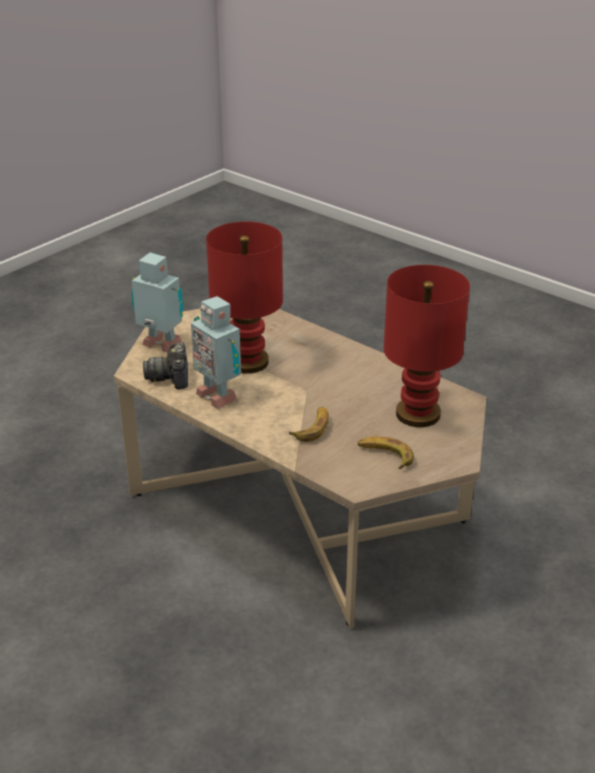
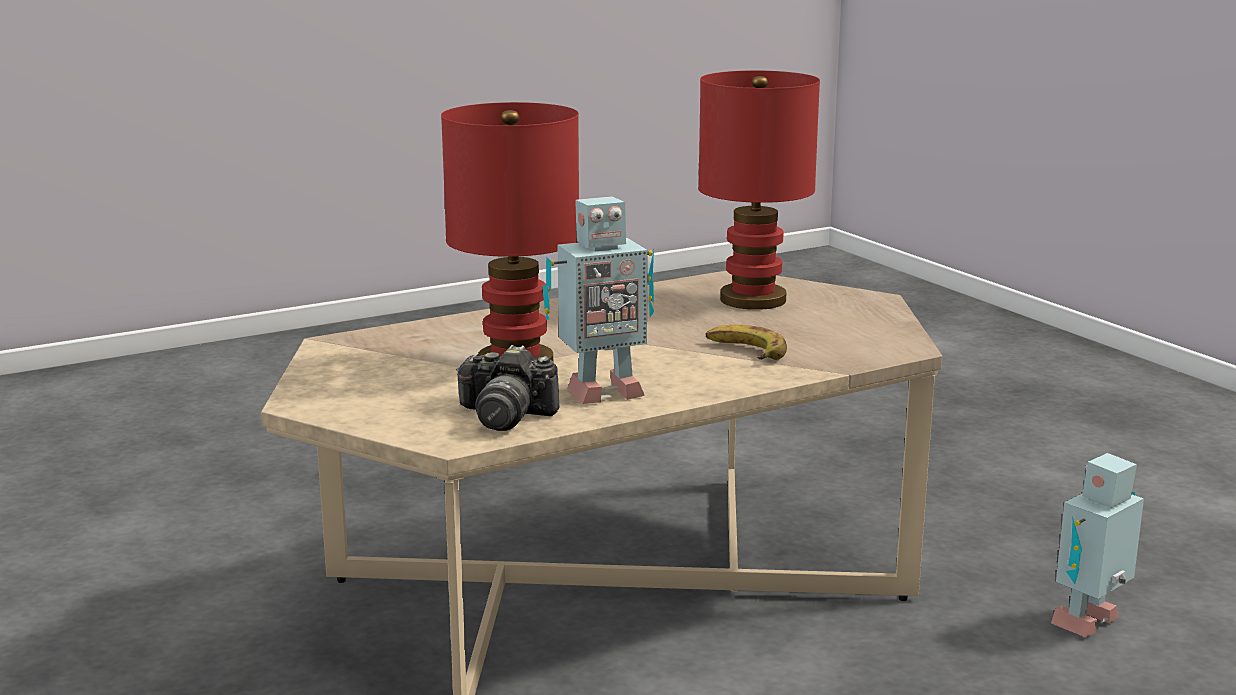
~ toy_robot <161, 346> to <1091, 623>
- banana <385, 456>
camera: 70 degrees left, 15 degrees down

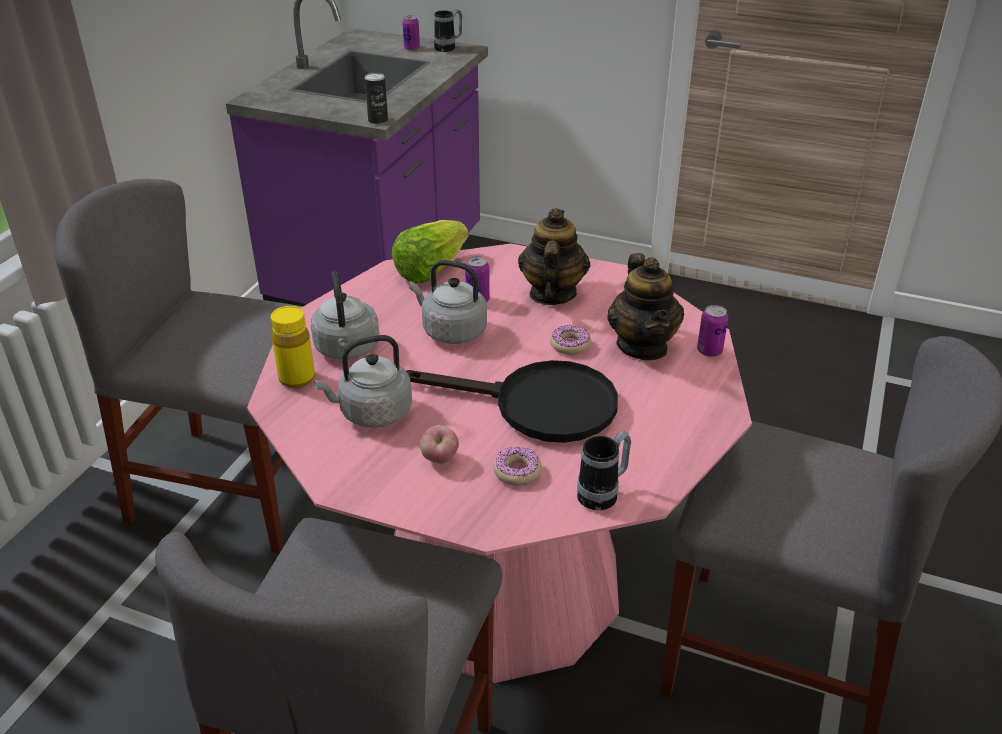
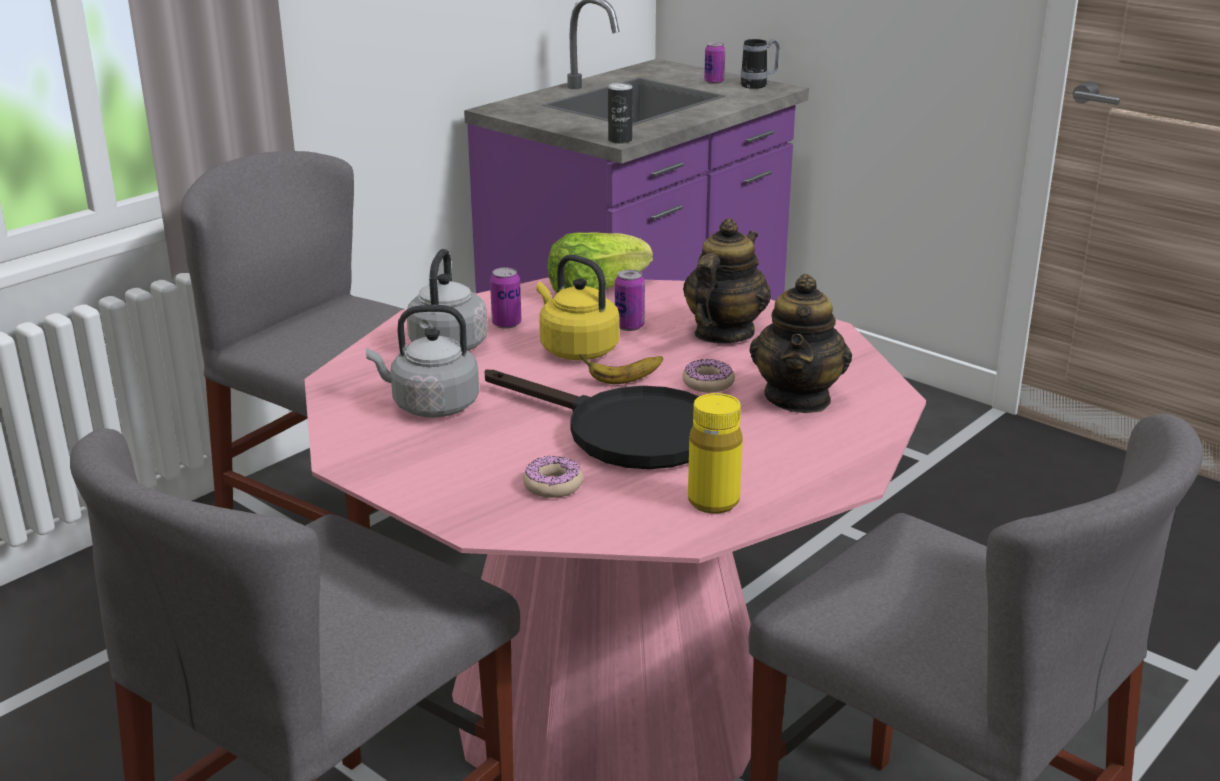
~ grey_kettle <451, 331> to yellow_kettle <576, 349>
~ can <709, 351> to <506, 324>
~ yellow_bottle <297, 378> to <713, 502>
- apple <439, 459>
- mug <603, 494>
+ banana <623, 381>
camera: 20 degrees right, 10 degrees down

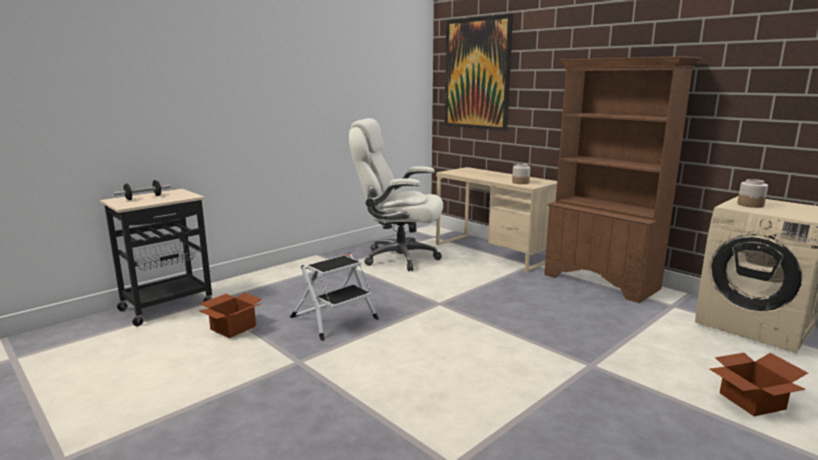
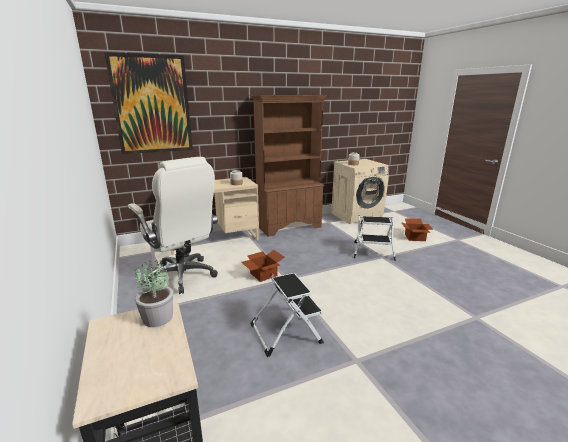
~ white_office_chair <399, 258> = <182, 276> 75 degrees counterclockwise
- dumbbell <143, 198>
~ cardboard_box <233, 327> to <262, 274>
+ step_ladder <372, 251>
+ potted_plant <158, 317>
camera: 70 degrees left, 5 degrees up

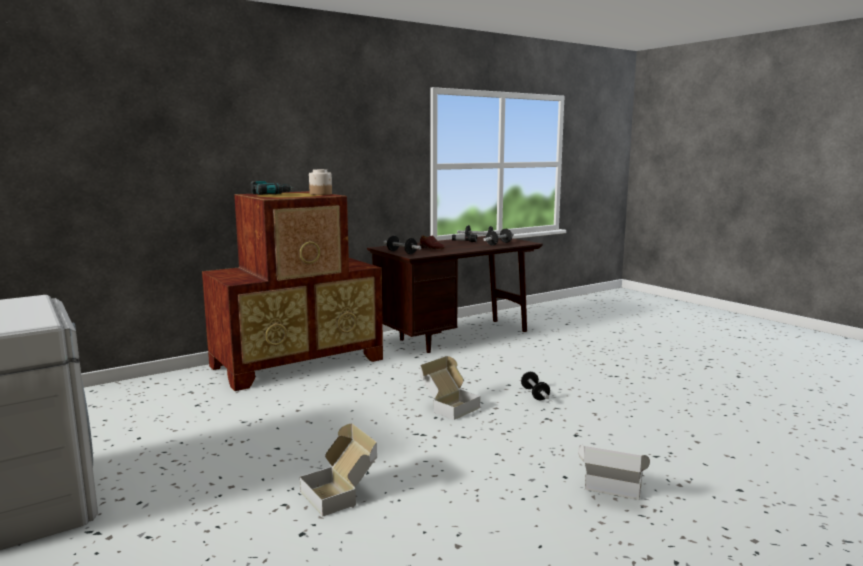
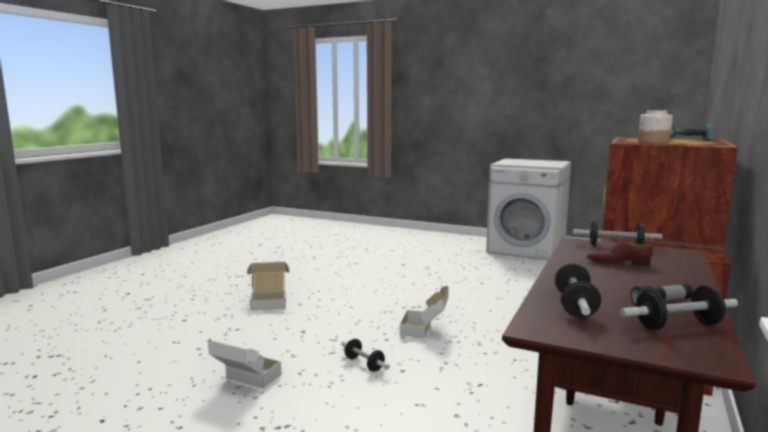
~ cardboard_box <341, 494> to <245, 382>
camera: 150 degrees right, 0 degrees up

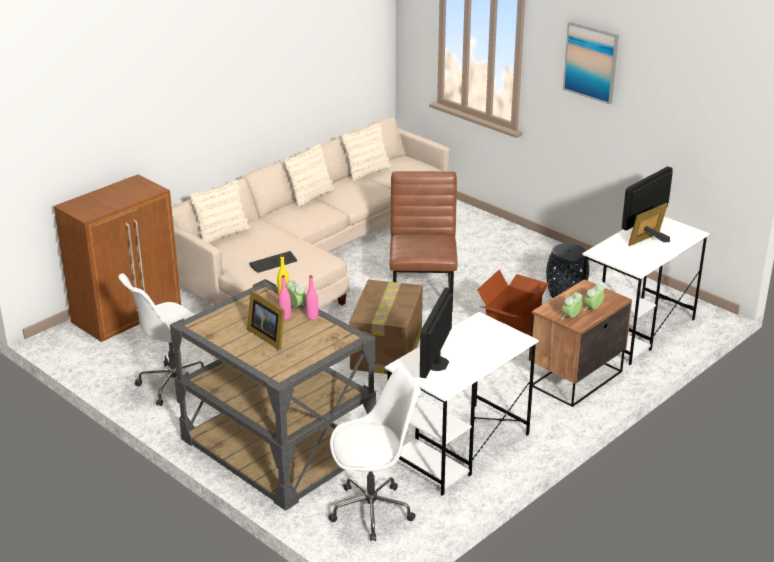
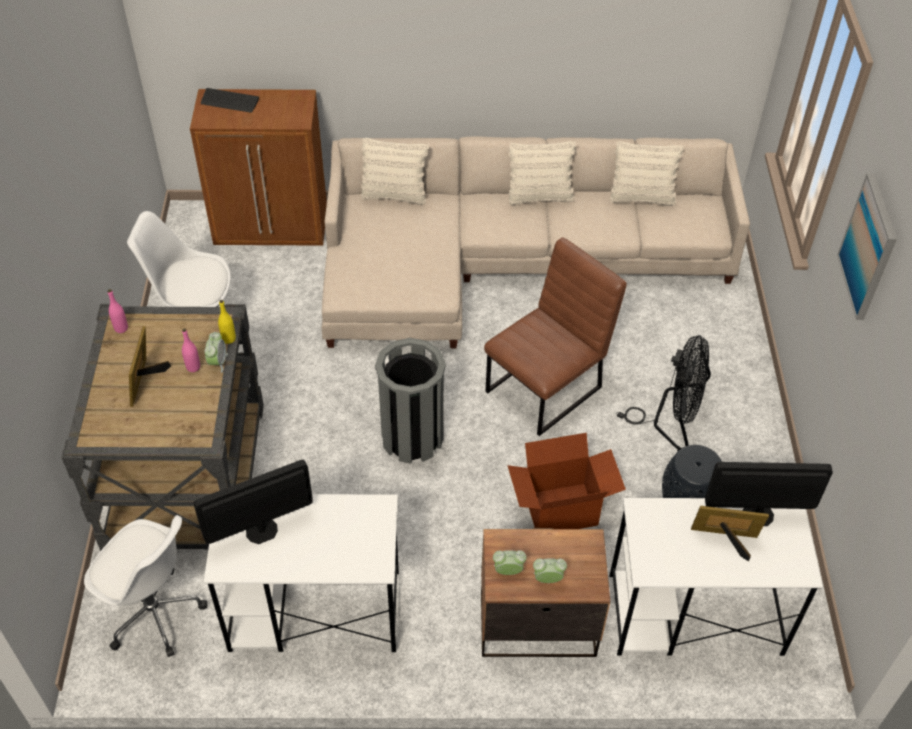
~ keyboard <273, 263> to <229, 101>
~ pink_bottle <312, 317> to <121, 328>
~ cardboard_box <386, 351> to grey_trash_can <412, 438>
+ black_fan <671, 414>
camera: 45 degrees right, 20 degrees up

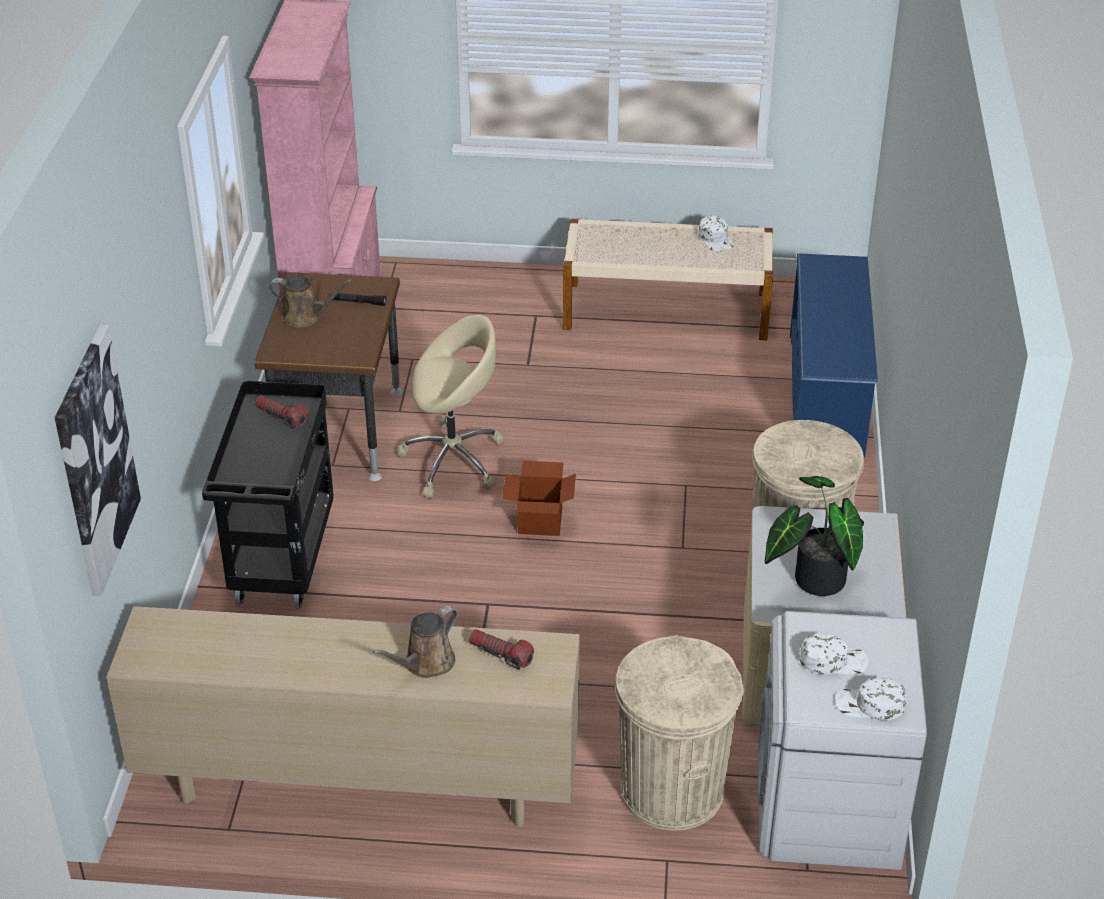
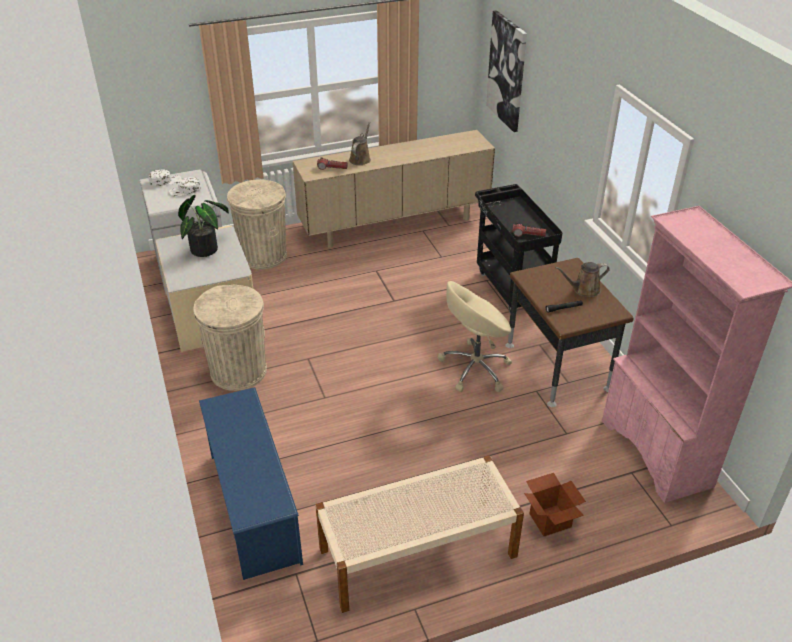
- white_cap <716, 239>
~ cardboard_box <540, 521> to <550, 520>
camera: 155 degrees right, 0 degrees up

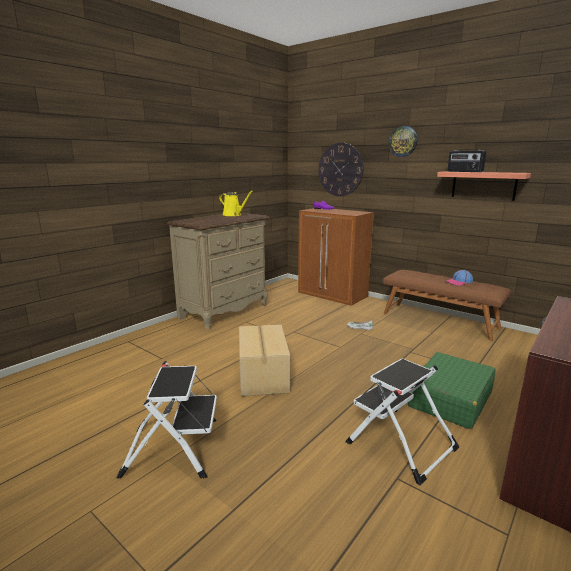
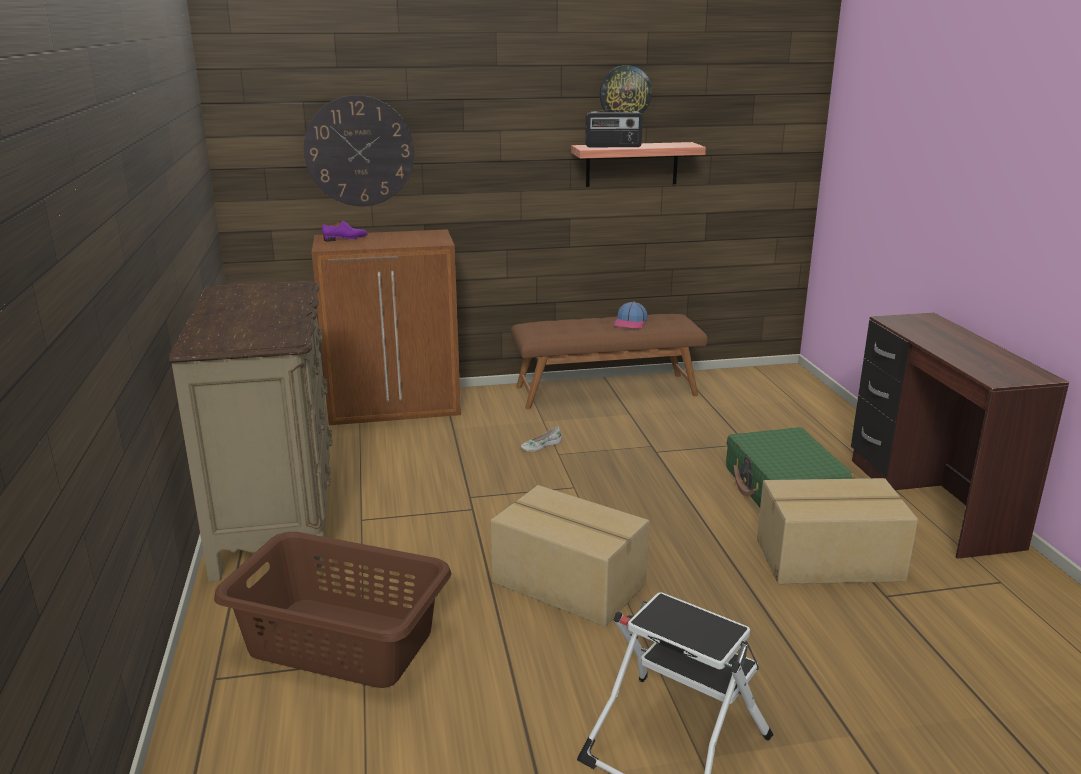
~ wall_clock <403, 141> to <625, 93>
- yellow_watering_can <233, 215>
~ step_ladder <400, 442> to cardboard_box <830, 561>
+ brown_laundry_basket <341, 641>
camera: 50 degrees left, 5 degrees up

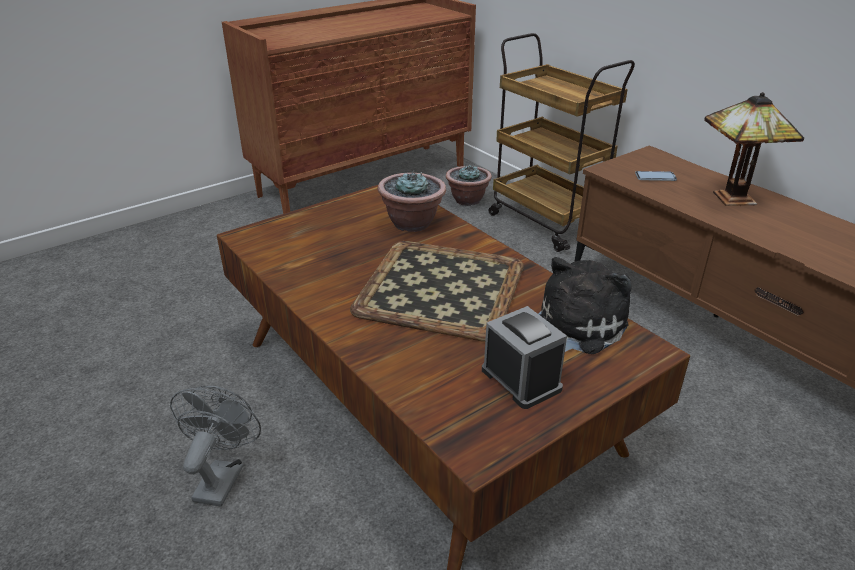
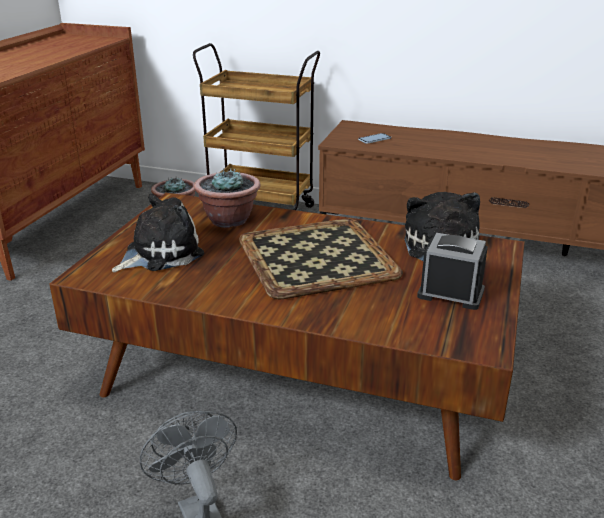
- table_lamp <732, 199>
+ plush_toy <160, 253>
camera: 35 degrees left, 5 degrees down

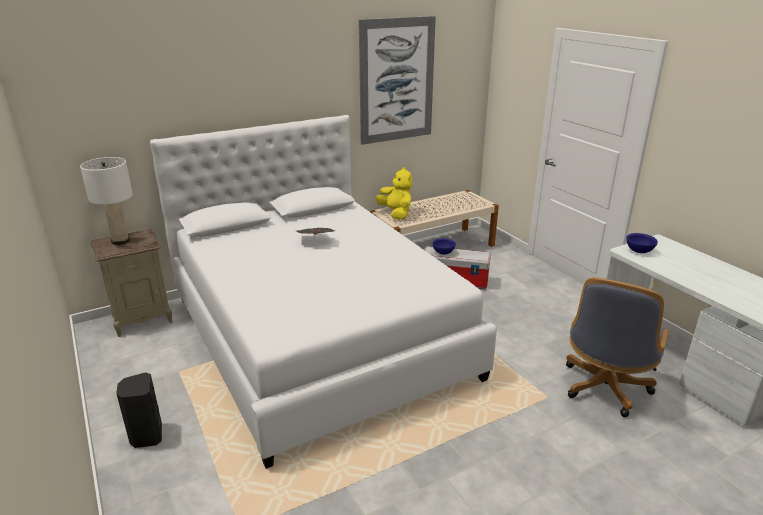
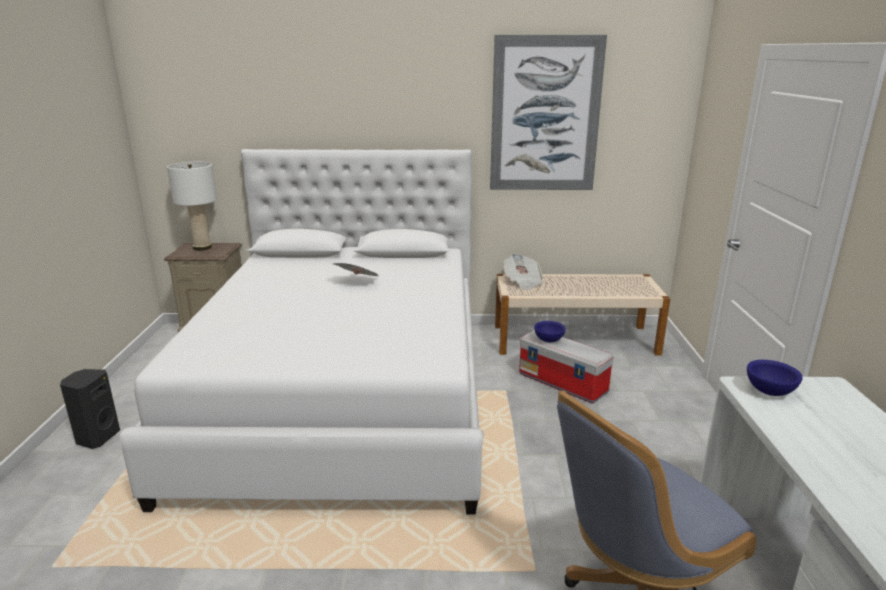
~ yellow_plush_toy <396, 213> to newspaper <522, 282>
camera: 30 degrees right, 5 degrees down

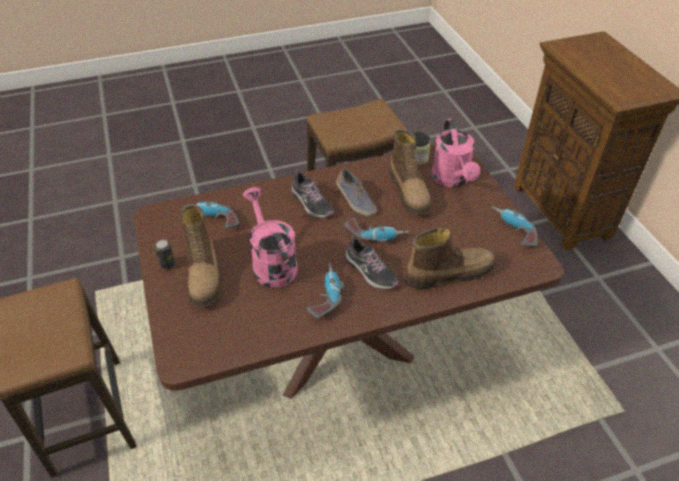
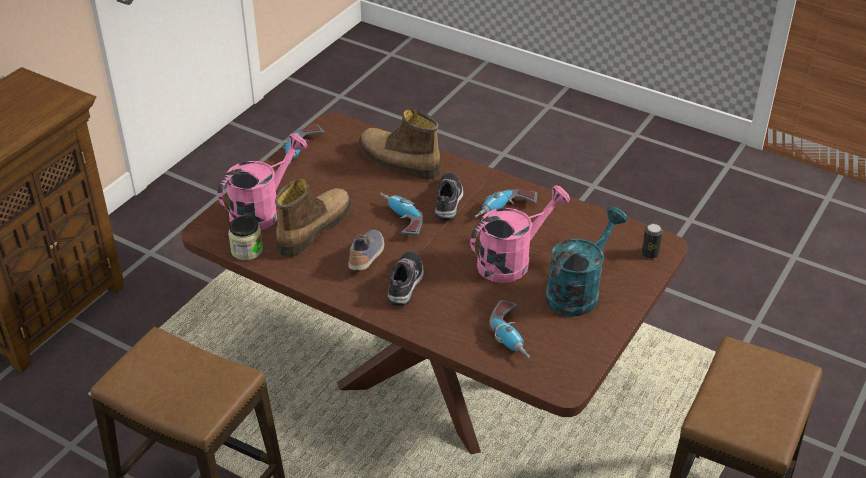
~ pink_watering_can <271, 263> = <512, 260> 150 degrees counterclockwise
~ boot <204, 275> to turquoise_watering_can <578, 291>
~ can <168, 264> to <650, 254>
camera: 130 degrees left, 5 degrees down

